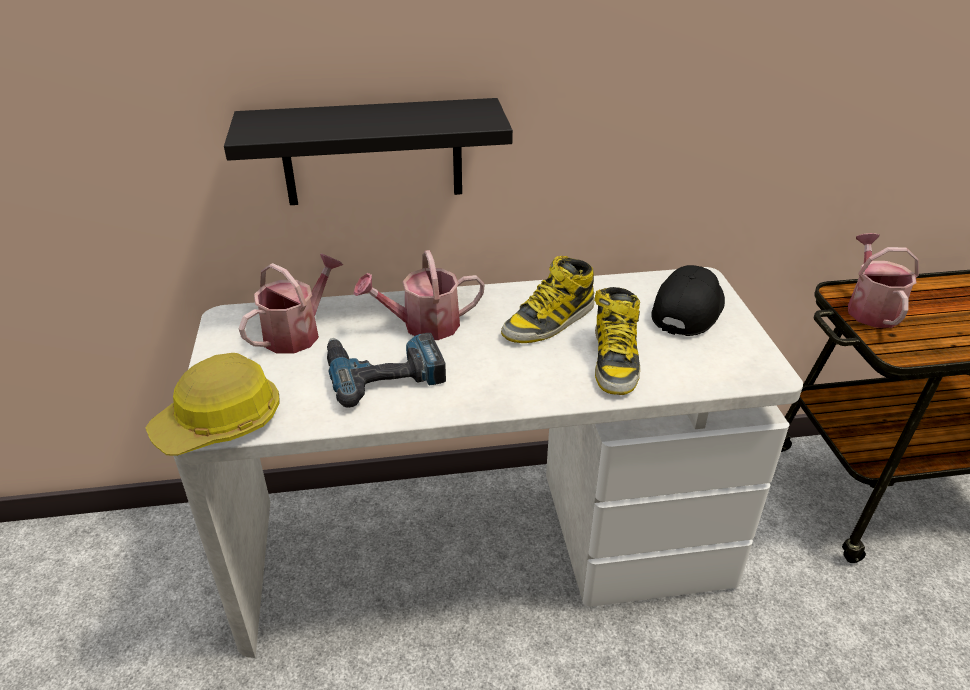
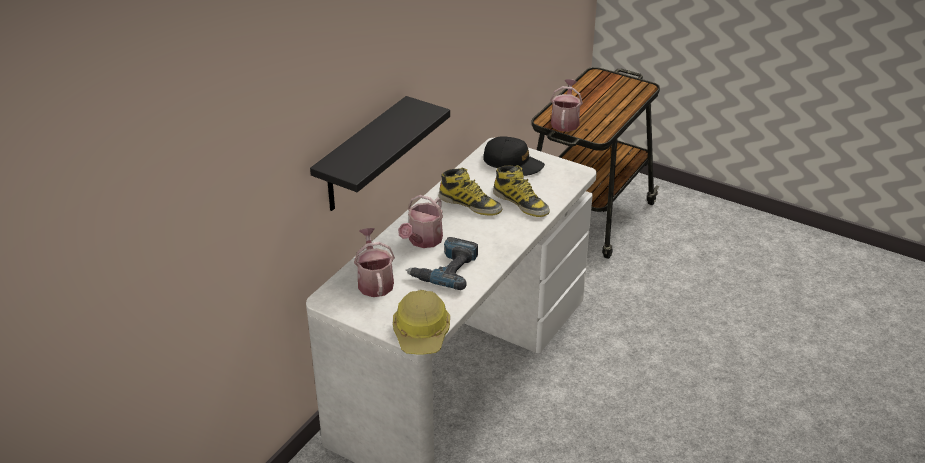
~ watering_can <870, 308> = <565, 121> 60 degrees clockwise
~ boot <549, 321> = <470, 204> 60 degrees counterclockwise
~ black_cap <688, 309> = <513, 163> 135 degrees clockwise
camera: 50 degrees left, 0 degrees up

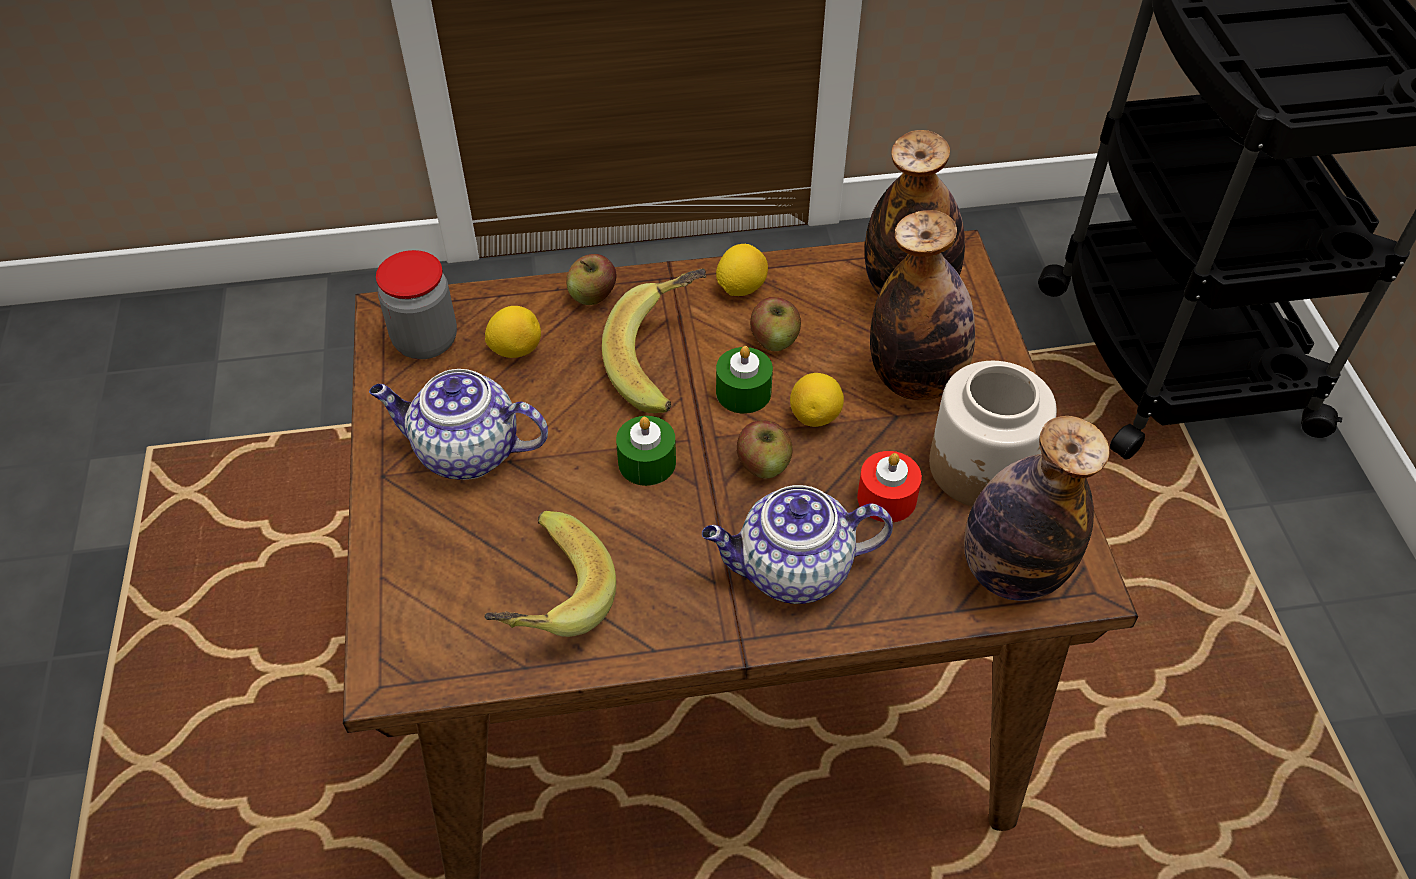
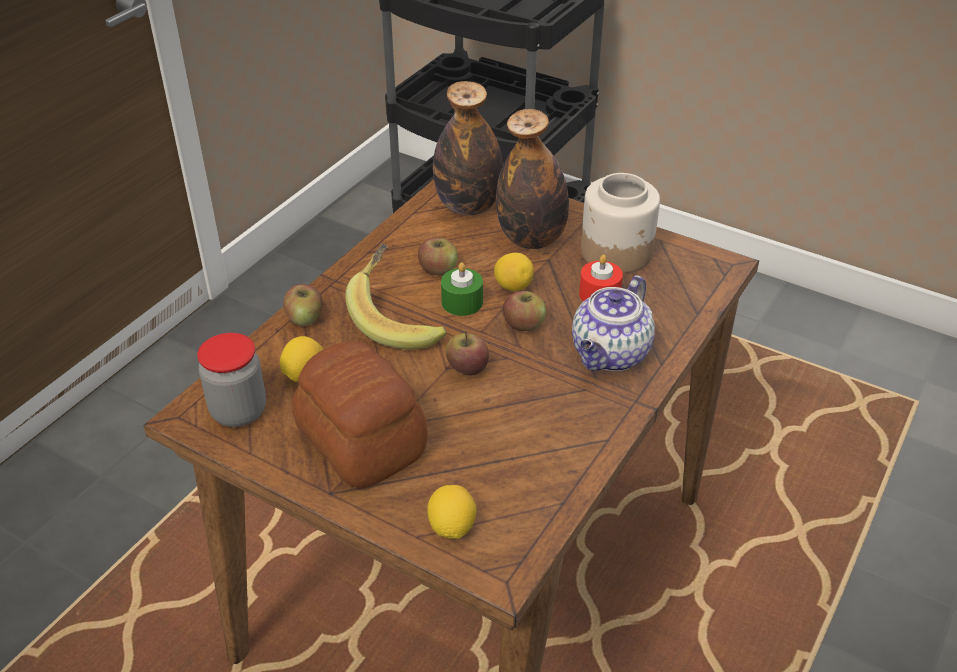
~ lemon <741, 288> to <452, 527>
~ teapot <465, 452> to bread <360, 442>
~ green_candle <647, 462> to apple <467, 368>
- bottle <1011, 571>
- banana <545, 598>
camera: 50 degrees left, 10 degrees down

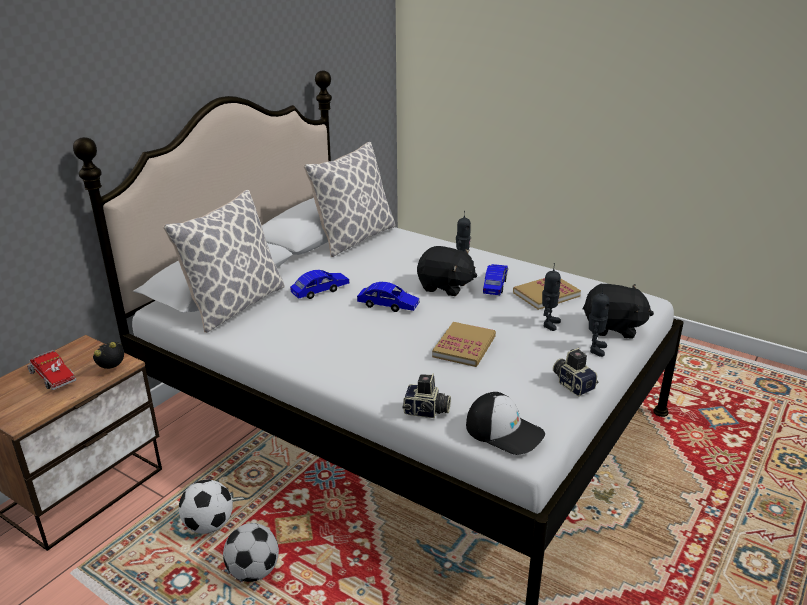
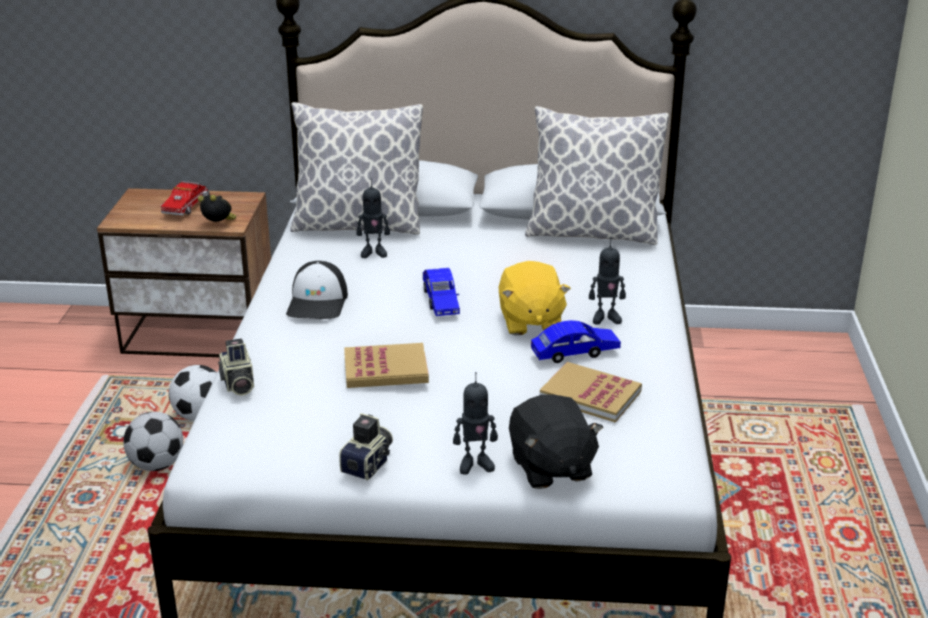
~ black_plush_toy <445, 287> to yellow_plush_toy <530, 322>
~ toy_robot <549, 324> to <374, 253>
- blue_toy_car <320, 291>
~ cap <504, 431> to <318, 303>
camera: 60 degrees right, 0 degrees up

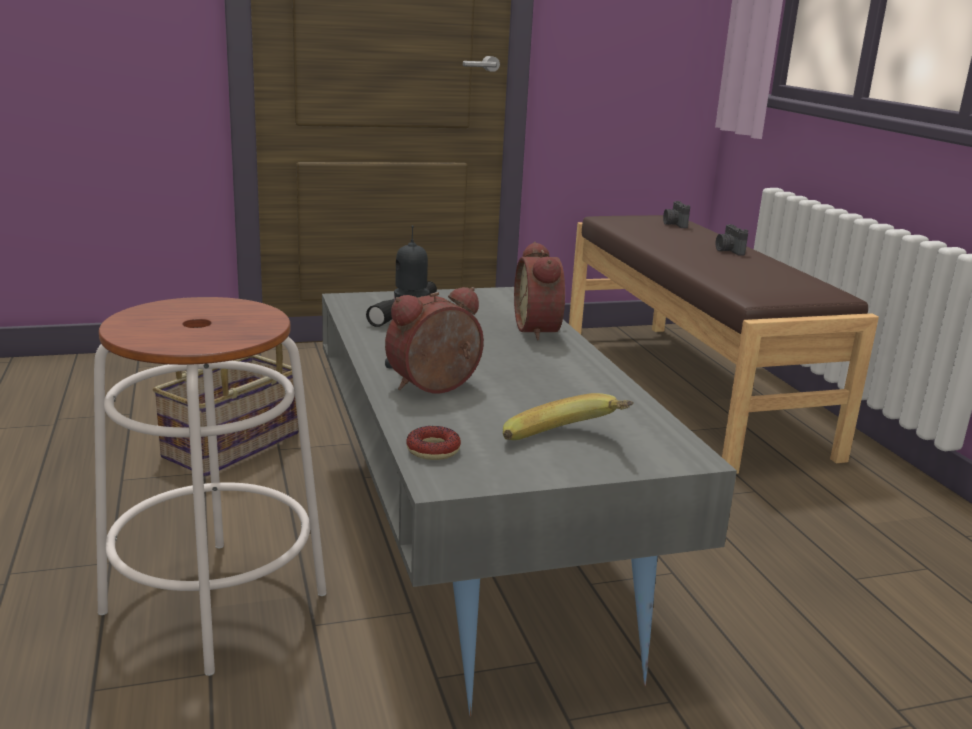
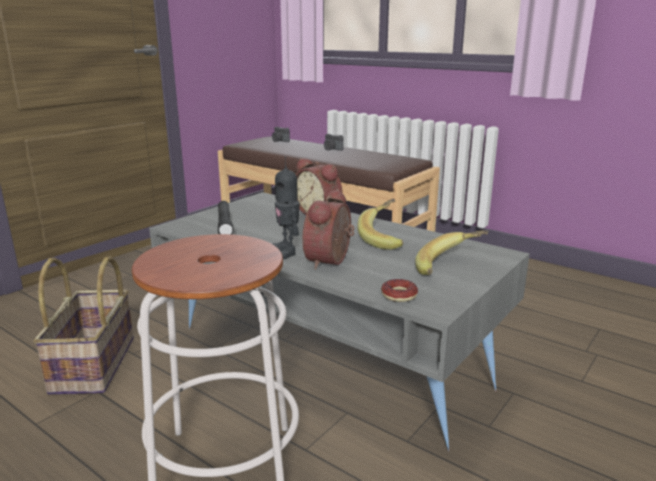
+ banana <386, 238>
camera: 35 degrees left, 0 degrees up

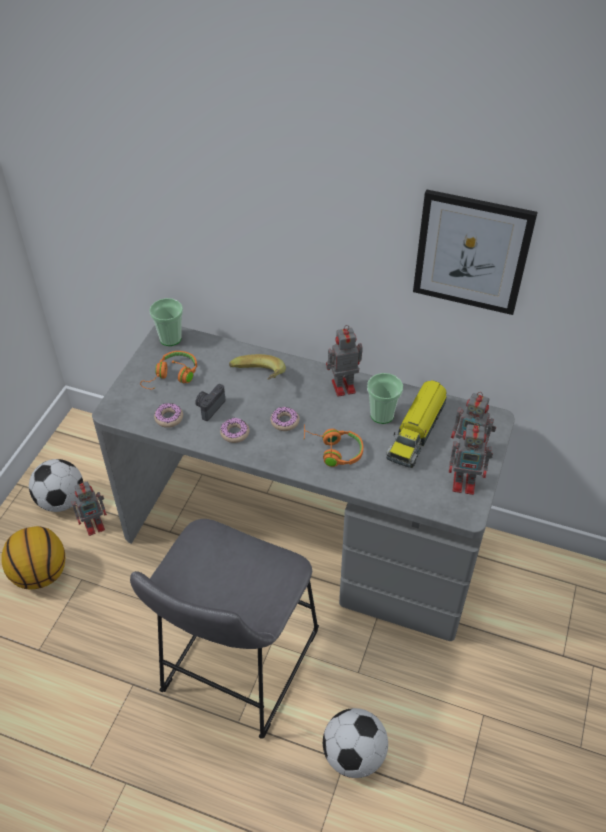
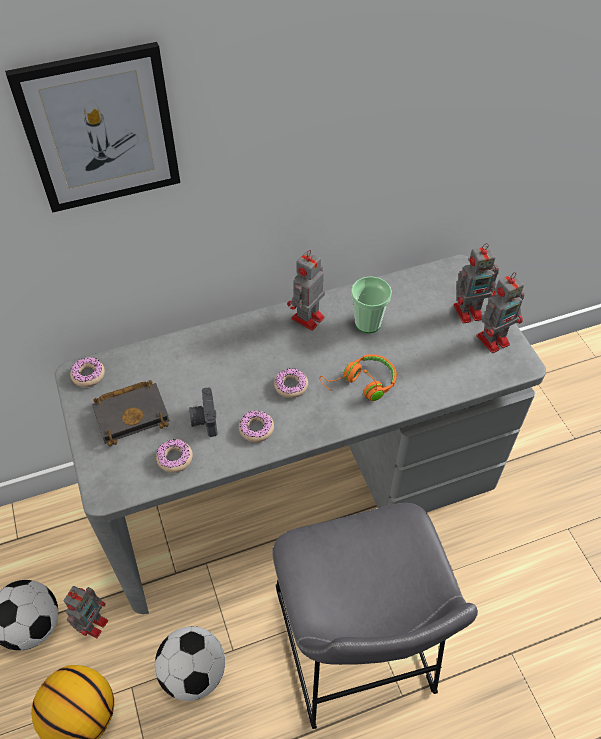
~ picture <472, 252> to <100, 130>
~ cup <170, 338> to donut <88, 375>
~ orange_headphones <172, 376> to black_book <133, 413>
- banana <257, 380>
- toy_truck <416, 431>
~ football <353, 755> to <193, 673>
camera: 40 degrees left, 5 degrees up

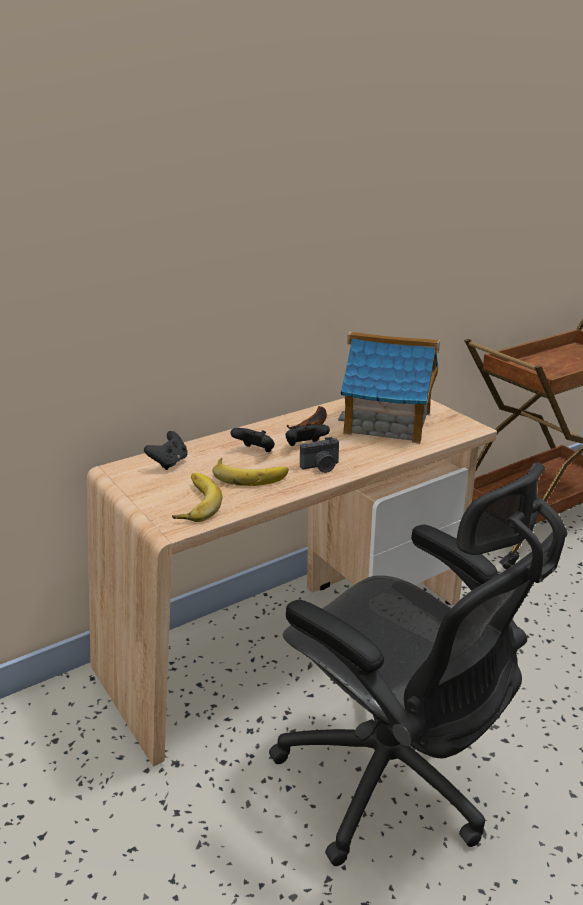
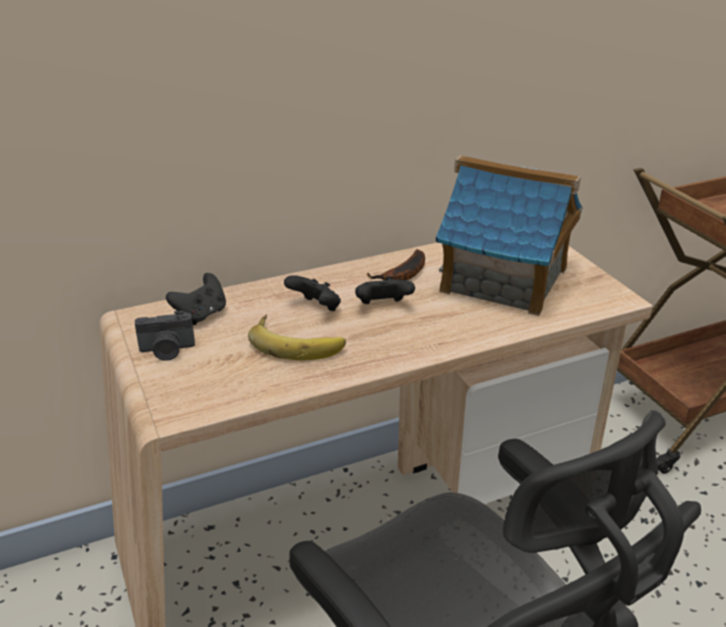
~ photo_camera <321, 467> to <167, 351>
- banana <193, 502>
camera: 10 degrees right, 5 degrees up

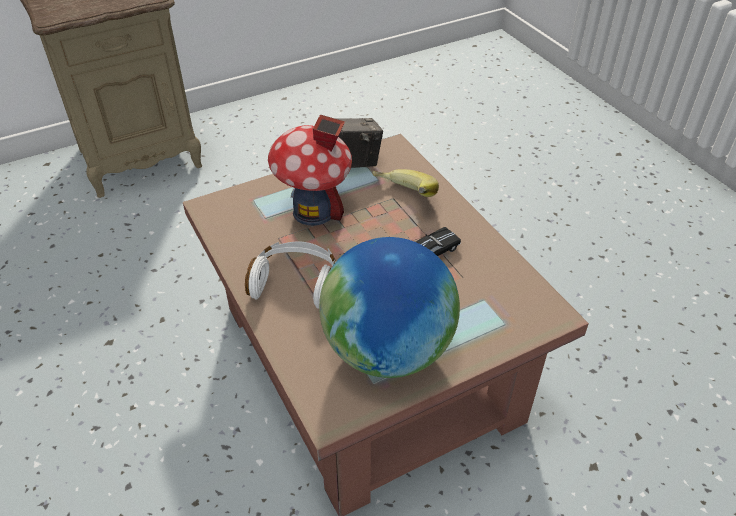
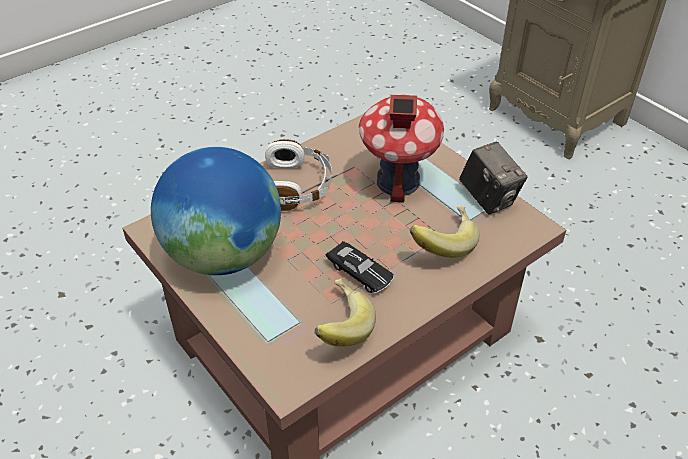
+ banana <338, 327>
camera: 80 degrees right, 0 degrees up

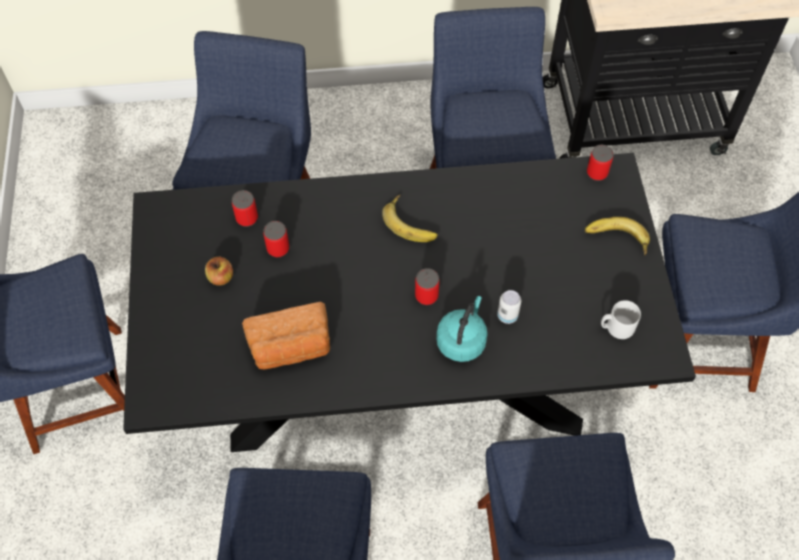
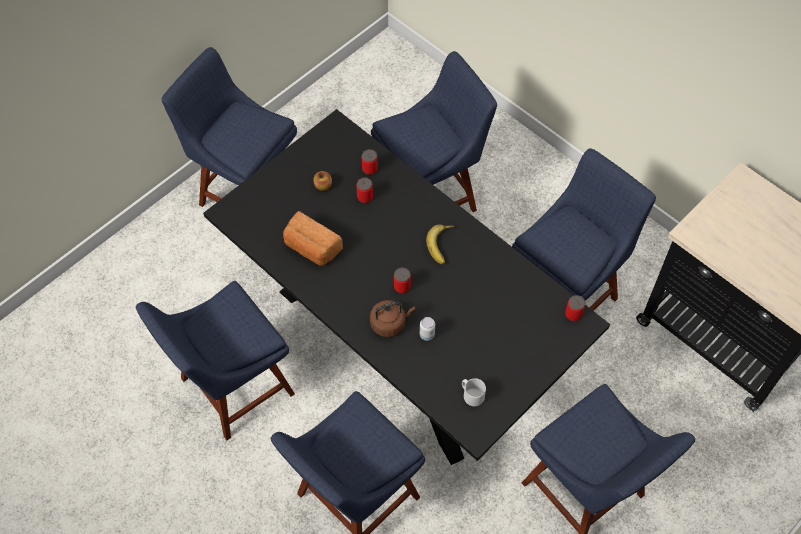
- banana <616, 240>
~ turquoise_kettle <462, 340> to brown_kettle <390, 323>
camera: 50 degrees right, 0 degrees up

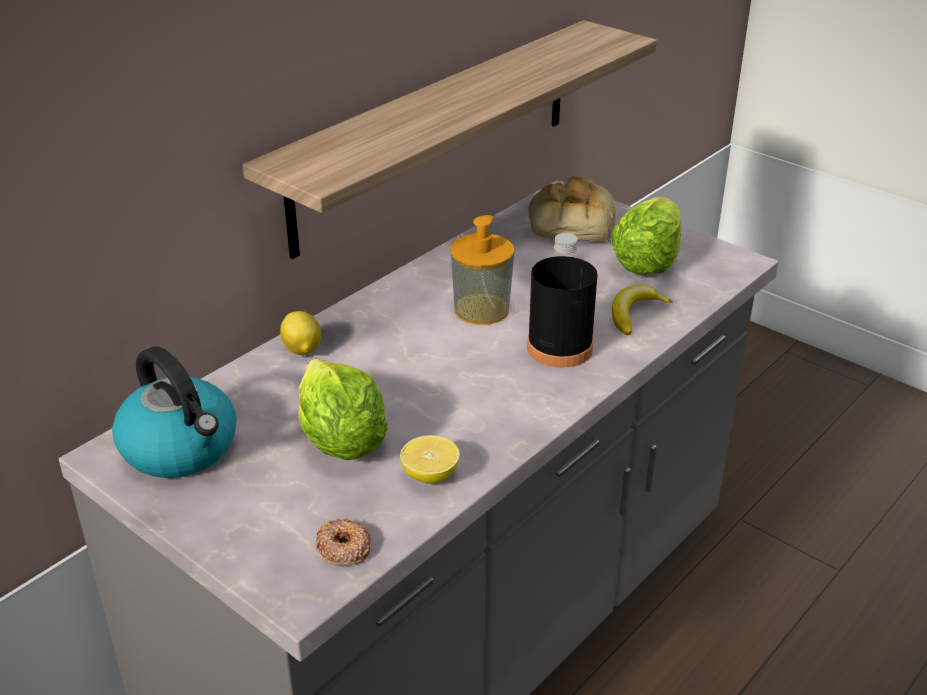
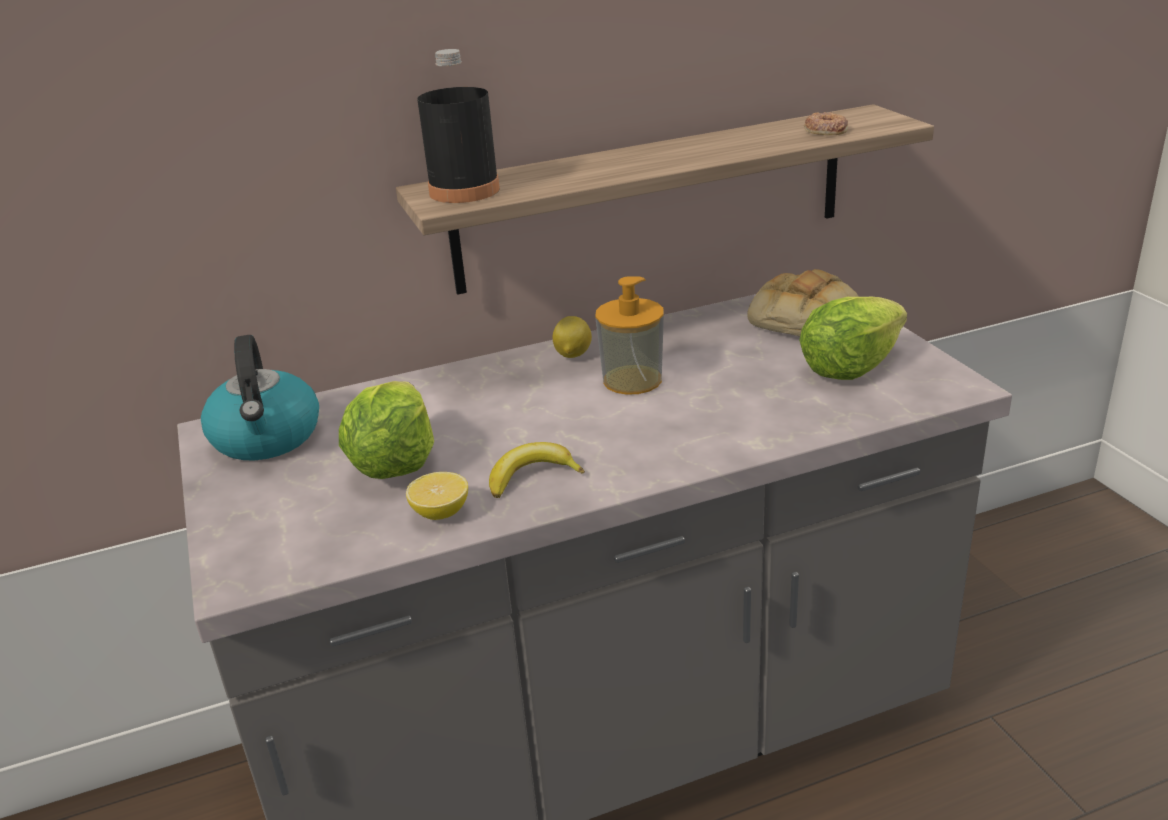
~ black_bottle <559, 348> to <464, 191>
~ banana <634, 314> to <532, 477>
~ lemon <302, 350> to <572, 355>
~ donut <343, 548> to <825, 130>
camera: 30 degrees right, 5 degrees down

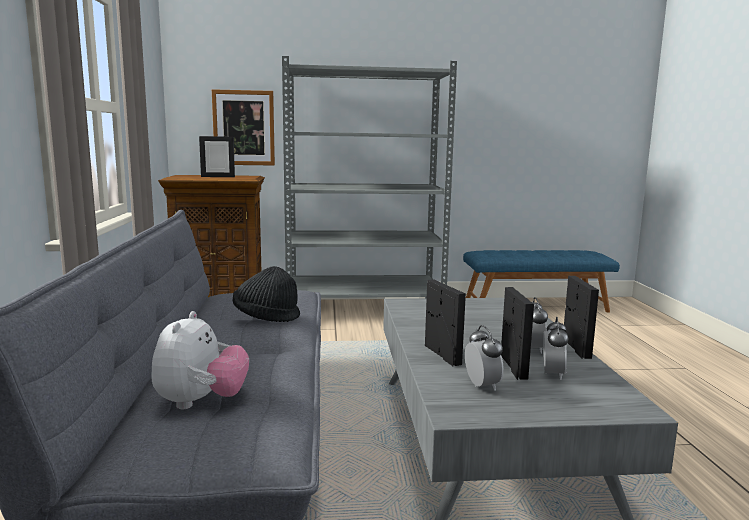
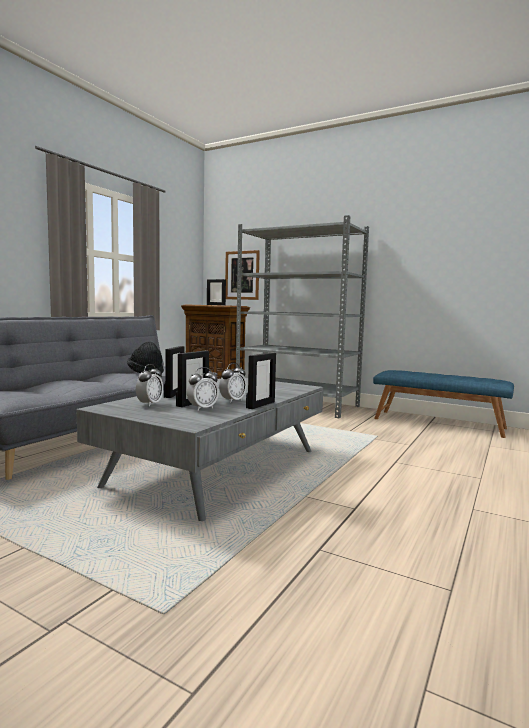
- plush_toy <201, 402>
camera: 35 degrees right, 5 degrees down

